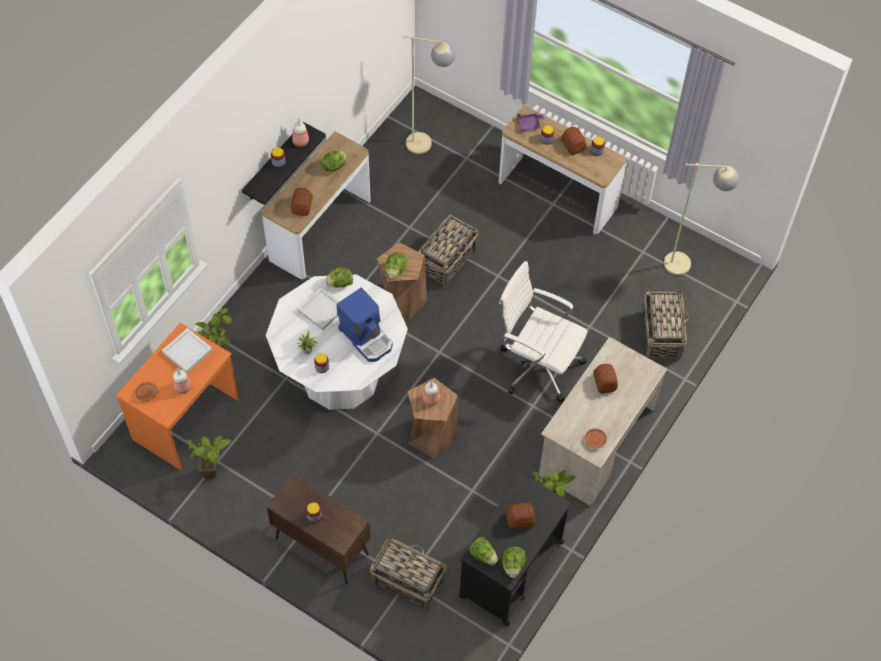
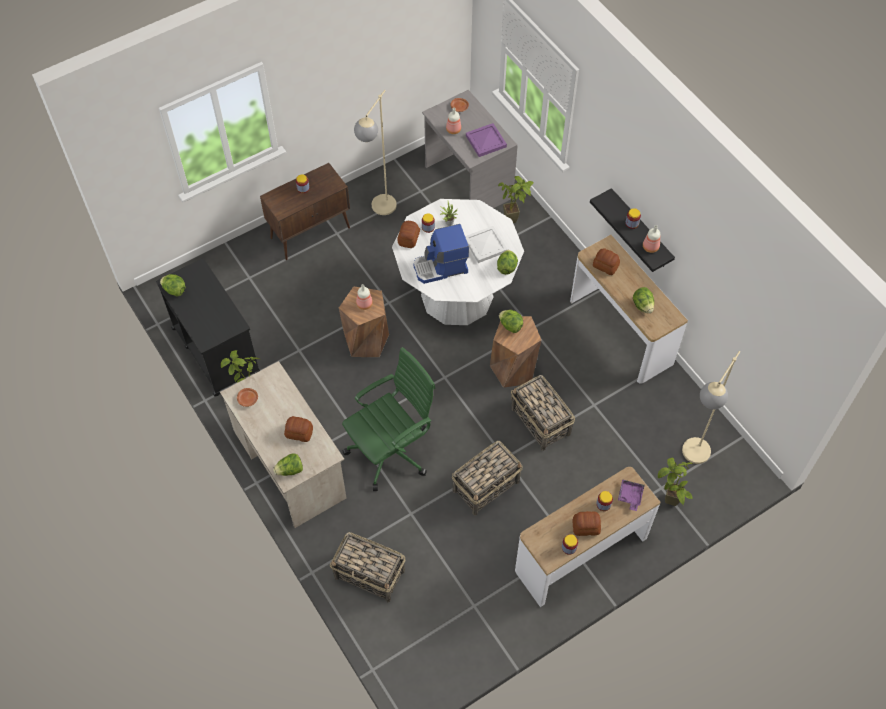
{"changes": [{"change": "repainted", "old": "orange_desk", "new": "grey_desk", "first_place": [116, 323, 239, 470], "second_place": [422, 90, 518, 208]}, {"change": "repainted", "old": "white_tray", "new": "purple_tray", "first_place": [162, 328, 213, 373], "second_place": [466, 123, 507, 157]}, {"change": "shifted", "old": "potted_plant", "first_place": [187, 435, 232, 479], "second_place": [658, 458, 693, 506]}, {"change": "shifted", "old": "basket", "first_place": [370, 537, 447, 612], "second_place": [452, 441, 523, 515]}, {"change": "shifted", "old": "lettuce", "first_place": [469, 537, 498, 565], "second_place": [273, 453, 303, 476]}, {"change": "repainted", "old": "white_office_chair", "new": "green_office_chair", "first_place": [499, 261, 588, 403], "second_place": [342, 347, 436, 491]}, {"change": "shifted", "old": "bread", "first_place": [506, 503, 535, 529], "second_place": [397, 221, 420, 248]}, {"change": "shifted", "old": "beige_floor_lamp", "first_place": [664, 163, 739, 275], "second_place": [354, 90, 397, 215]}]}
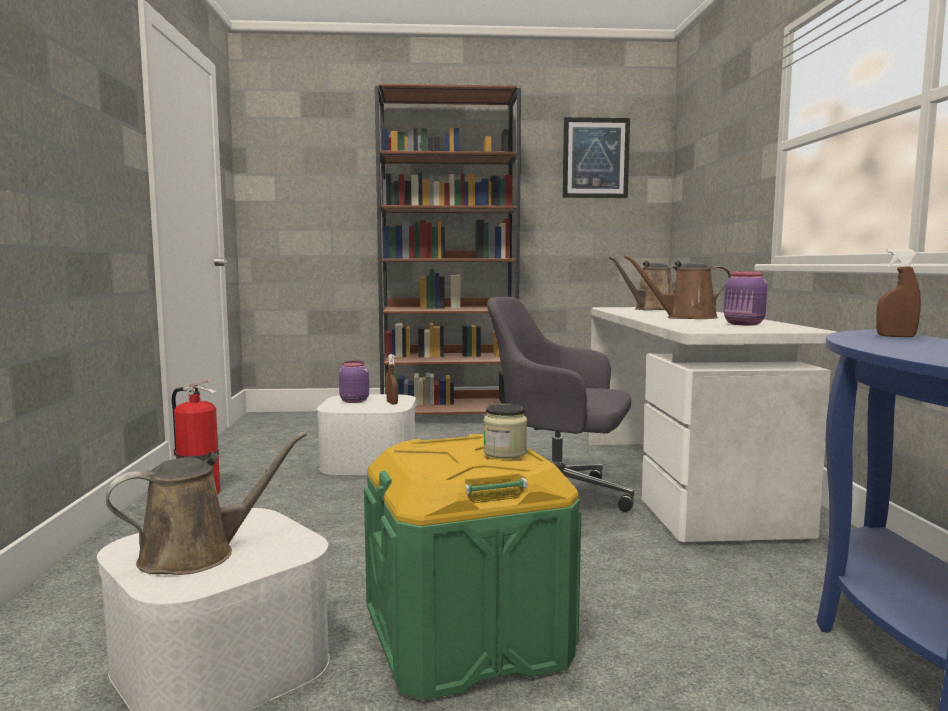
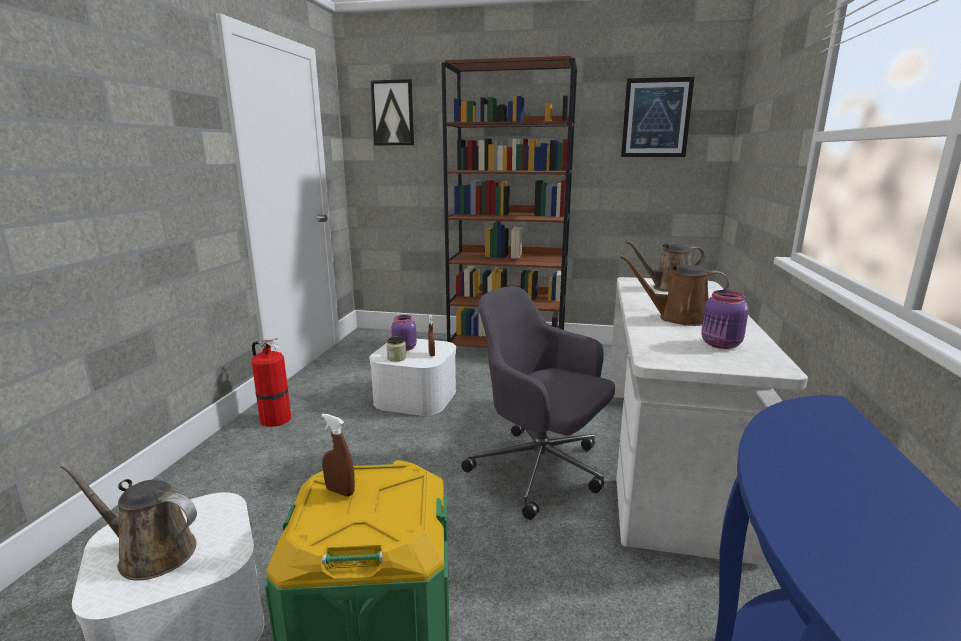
{"changes": [{"change": "rotated", "old": "brown_watering_can", "first_place": [106, 432, 307, 575], "second_place": [60, 463, 197, 581], "degrees": -150}, {"change": "shifted", "old": "jar", "first_place": [483, 404, 527, 459], "second_place": [386, 336, 407, 362]}, {"change": "shifted", "old": "brown_spray_bottle", "first_place": [876, 249, 921, 337], "second_place": [321, 414, 355, 497]}, {"change": "new", "new": "picture", "second_place": [370, 79, 414, 145]}]}
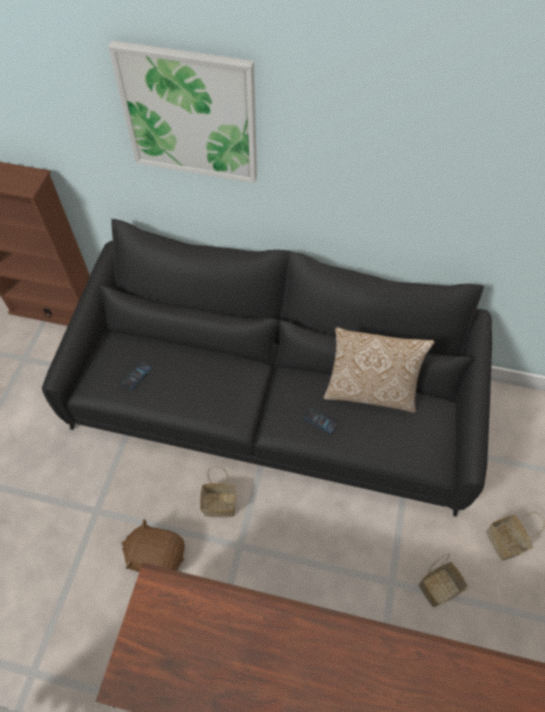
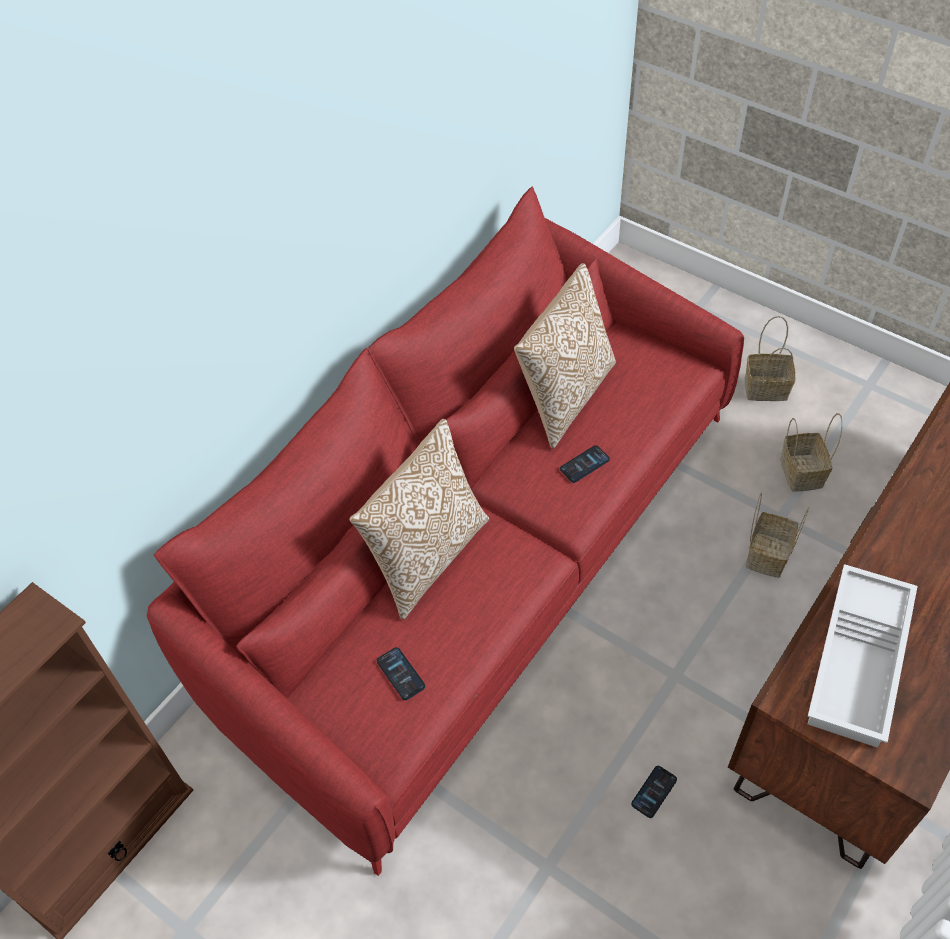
{"changes": [{"change": "repainted", "old": "black_sofa", "new": "red_sofa", "first_place": [42, 219, 492, 517], "second_place": [147, 186, 744, 876]}, {"change": "gone", "old": "picture", "first_place": [108, 41, 257, 183]}, {"change": "swapped", "old": "brown_plush_toy", "new": "phone", "first_place": [121, 519, 185, 572], "second_place": [631, 766, 677, 818]}, {"change": "shifted", "old": "basket", "first_place": [200, 466, 236, 517], "second_place": [746, 493, 809, 578]}, {"change": "new", "new": "pillow", "second_place": [349, 419, 489, 620]}, {"change": "new", "new": "white_tray", "second_place": [808, 564, 918, 748]}]}
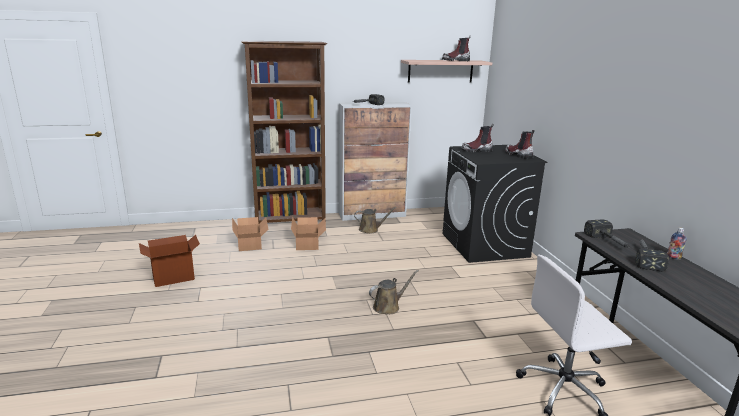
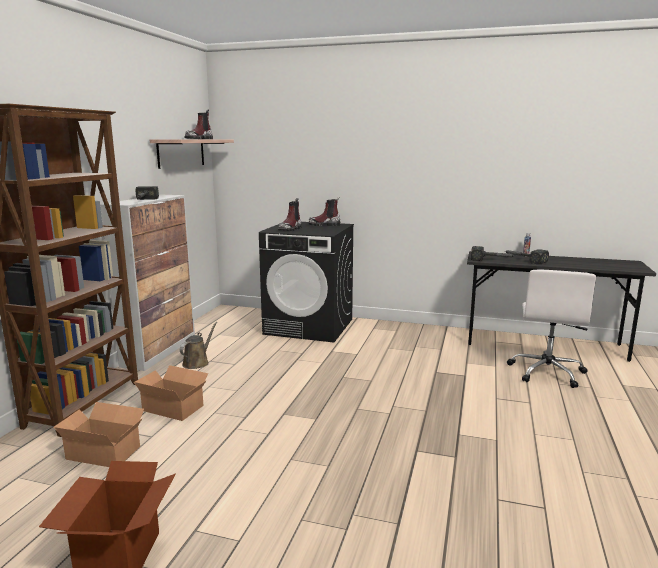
{"changes": [{"change": "gone", "old": "brown_watering_can", "first_place": [369, 270, 419, 314]}]}
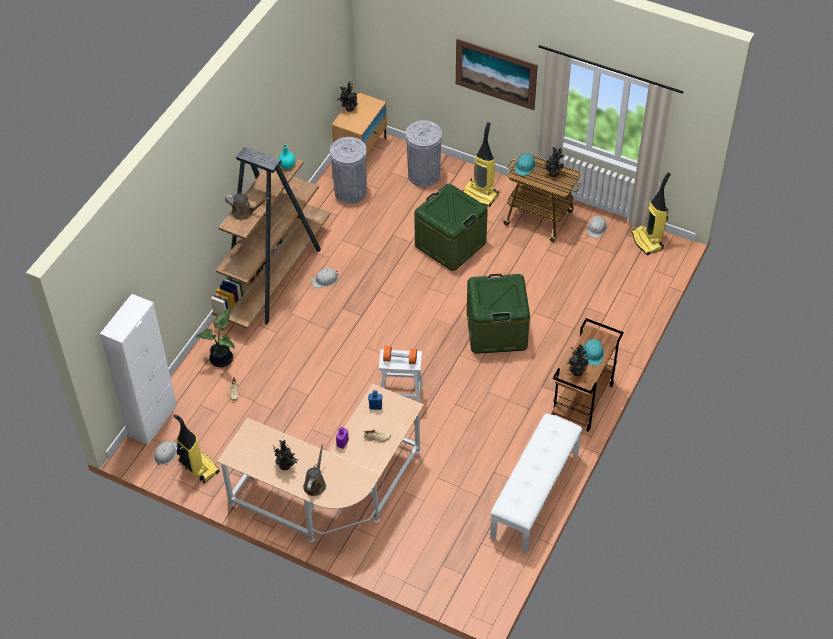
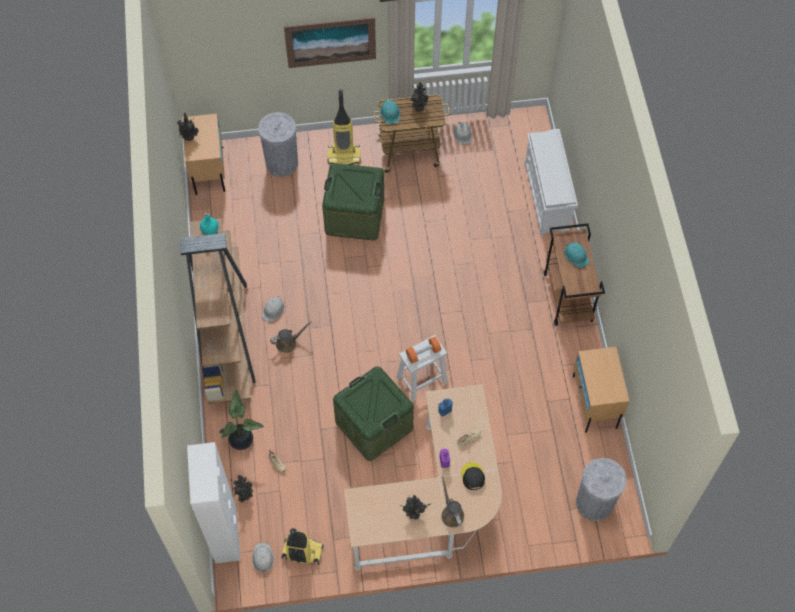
{"changes": [{"change": "shifted", "old": "brown_watering_can", "first_place": [225, 193, 269, 220], "second_place": [270, 322, 312, 353]}, {"change": "shifted", "old": "grey_trash_can", "first_place": [330, 137, 367, 204], "second_place": [576, 458, 626, 521]}, {"change": "shifted", "old": "green_storage_box", "first_place": [467, 274, 530, 354], "second_place": [333, 366, 414, 461]}, {"change": "swapped", "old": "white_bench", "new": "beige_nightstand", "first_place": [490, 413, 583, 553], "second_place": [573, 347, 629, 433]}, {"change": "shifted", "old": "potted_plant", "first_place": [567, 344, 589, 376], "second_place": [231, 475, 253, 502]}, {"change": "gone", "old": "vacuum_cleaner", "first_place": [631, 172, 671, 255]}, {"change": "new", "new": "black_cap", "second_place": [461, 462, 485, 490]}, {"change": "new", "new": "white_shoe_rack", "second_place": [525, 129, 578, 235]}]}
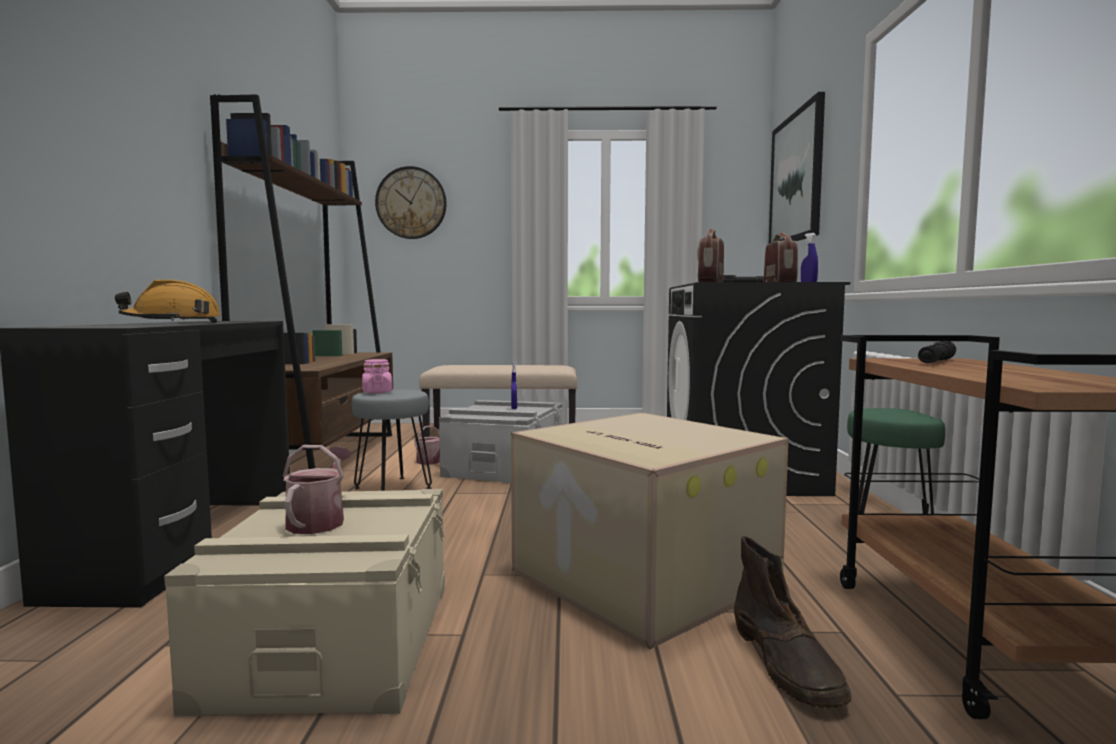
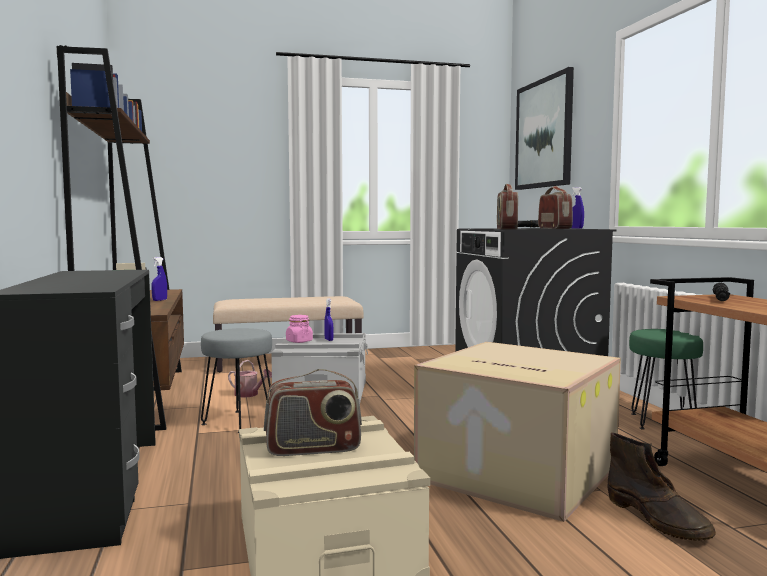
{"changes": [{"change": "gone", "old": "orange_hard_hat", "first_place": [115, 280, 221, 323]}, {"change": "swapped", "old": "watering_can", "new": "radio", "first_place": [283, 445, 352, 534], "second_place": [264, 369, 362, 456]}, {"change": "shifted", "old": "pink_jar", "first_place": [362, 359, 392, 394], "second_place": [286, 315, 313, 343]}, {"change": "gone", "old": "wall_clock", "first_place": [375, 166, 447, 239]}, {"change": "new", "new": "blue_spray_bottle", "second_place": [152, 257, 167, 301]}]}
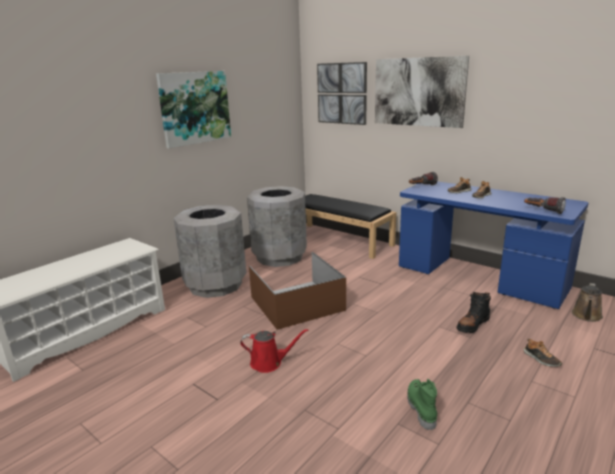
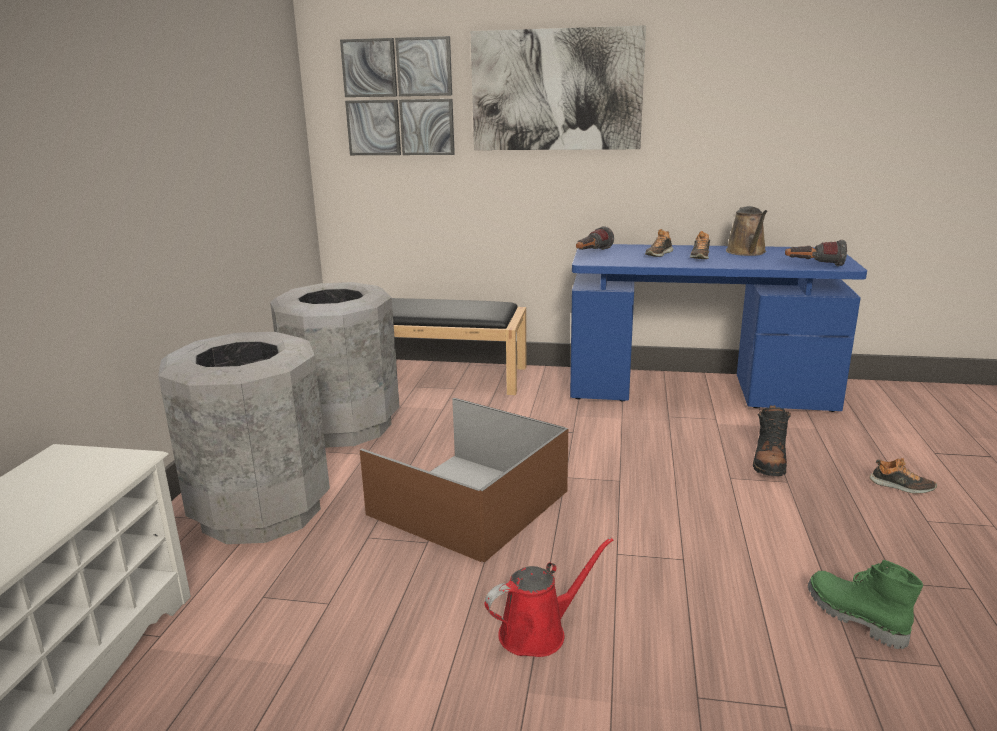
{"changes": [{"change": "gone", "old": "picture", "first_place": [156, 71, 231, 148]}, {"change": "shifted", "old": "brown_watering_can", "first_place": [572, 283, 603, 322], "second_place": [726, 206, 767, 256]}]}
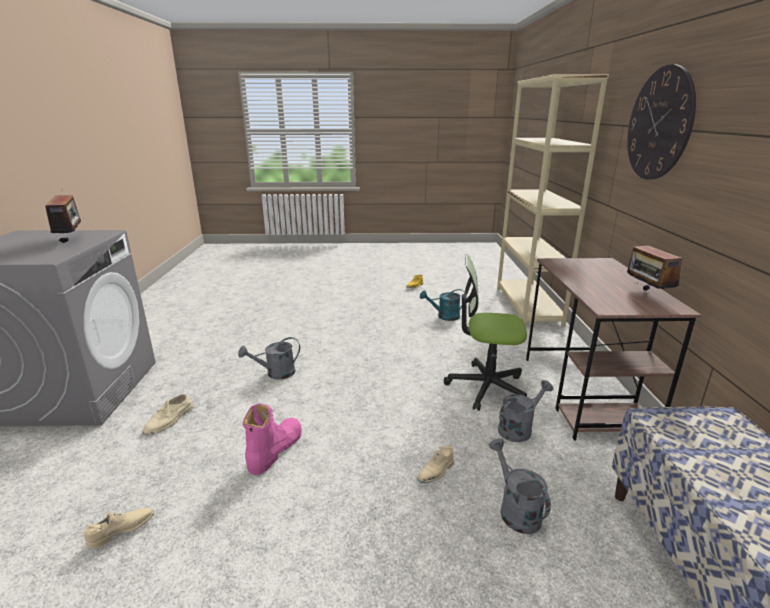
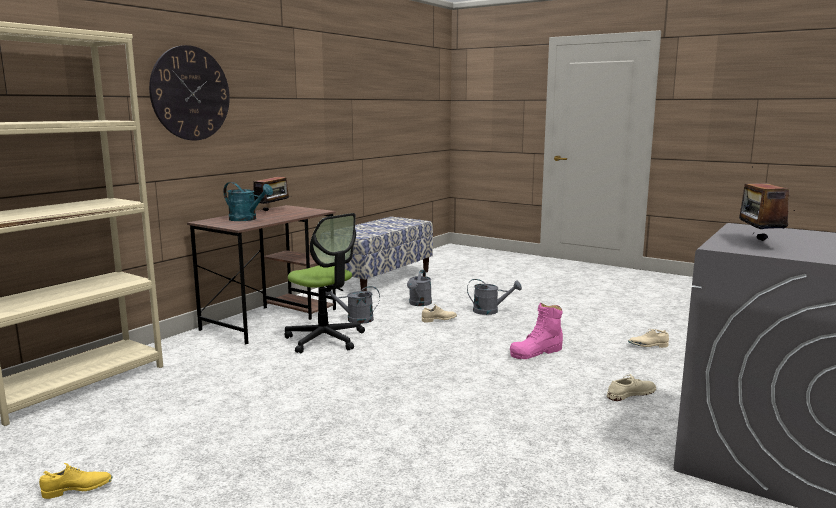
{"changes": [{"change": "shifted", "old": "grey_watering_can", "first_place": [238, 337, 300, 379], "second_place": [467, 279, 522, 315]}, {"change": "shifted", "old": "turquoise_watering_can", "first_place": [420, 289, 465, 321], "second_place": [224, 182, 273, 221]}]}
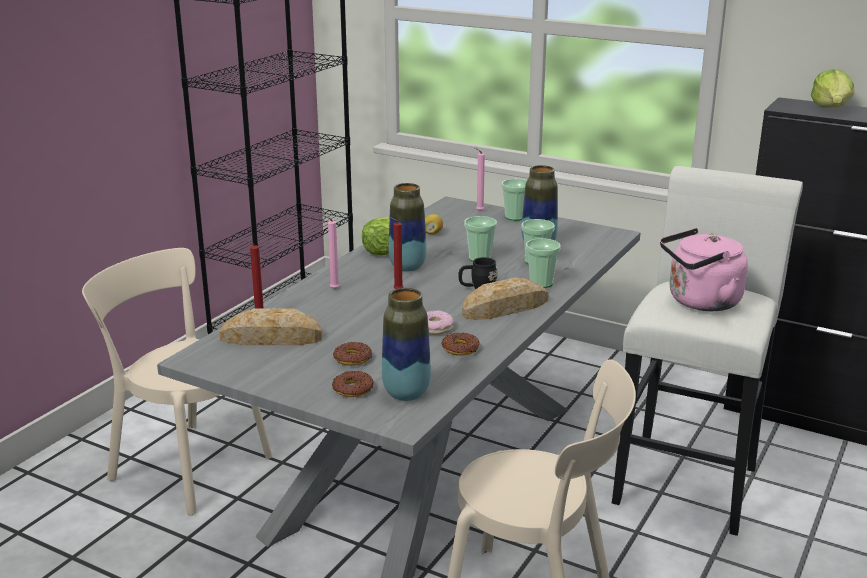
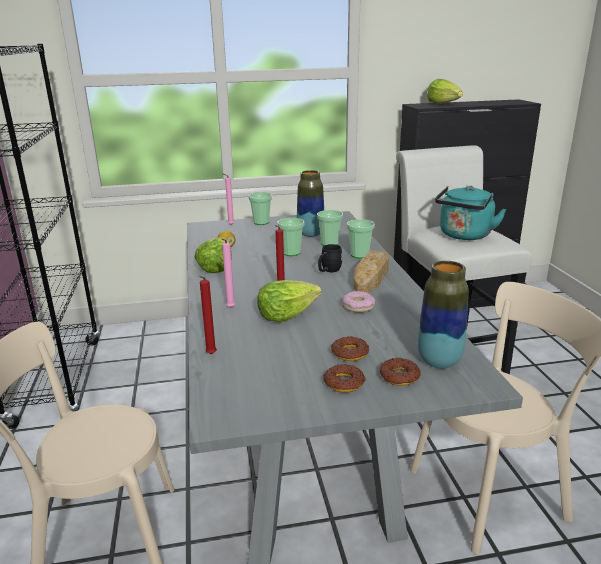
{"changes": [{"change": "gone", "old": "bread", "first_place": [219, 308, 323, 345]}, {"change": "gone", "old": "vase", "first_place": [389, 183, 426, 272]}, {"change": "shifted", "old": "donut", "first_place": [441, 333, 480, 356], "second_place": [324, 364, 366, 393]}, {"change": "repainted", "old": "pink_kettle", "new": "turquoise_kettle", "first_place": [660, 228, 748, 311], "second_place": [435, 185, 507, 240]}, {"change": "new", "new": "lettuce", "second_place": [257, 280, 322, 322]}]}
